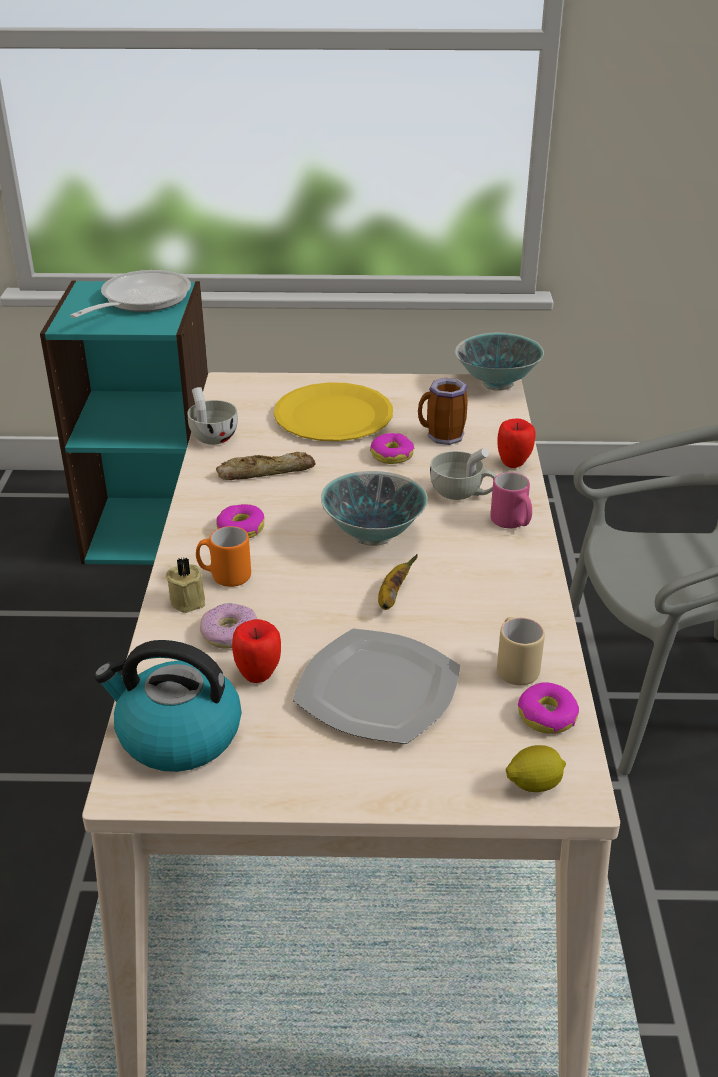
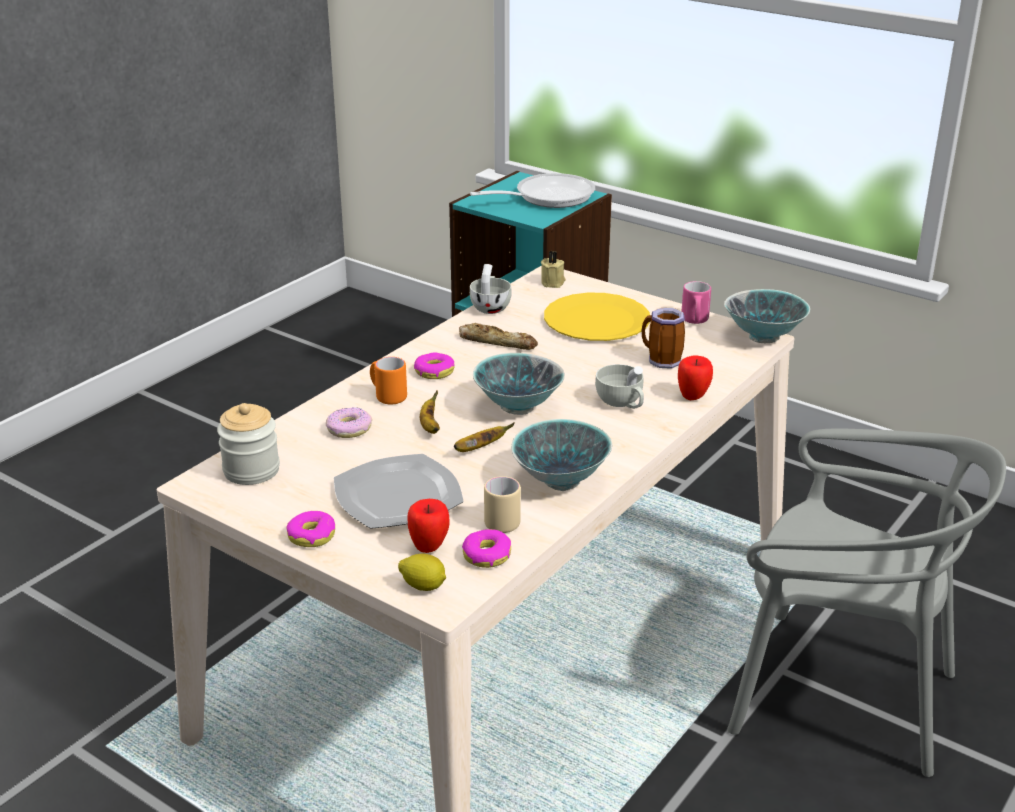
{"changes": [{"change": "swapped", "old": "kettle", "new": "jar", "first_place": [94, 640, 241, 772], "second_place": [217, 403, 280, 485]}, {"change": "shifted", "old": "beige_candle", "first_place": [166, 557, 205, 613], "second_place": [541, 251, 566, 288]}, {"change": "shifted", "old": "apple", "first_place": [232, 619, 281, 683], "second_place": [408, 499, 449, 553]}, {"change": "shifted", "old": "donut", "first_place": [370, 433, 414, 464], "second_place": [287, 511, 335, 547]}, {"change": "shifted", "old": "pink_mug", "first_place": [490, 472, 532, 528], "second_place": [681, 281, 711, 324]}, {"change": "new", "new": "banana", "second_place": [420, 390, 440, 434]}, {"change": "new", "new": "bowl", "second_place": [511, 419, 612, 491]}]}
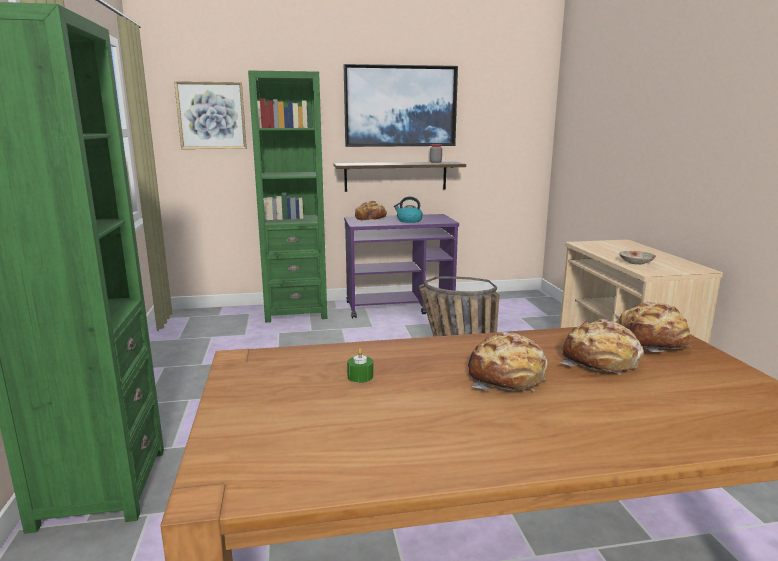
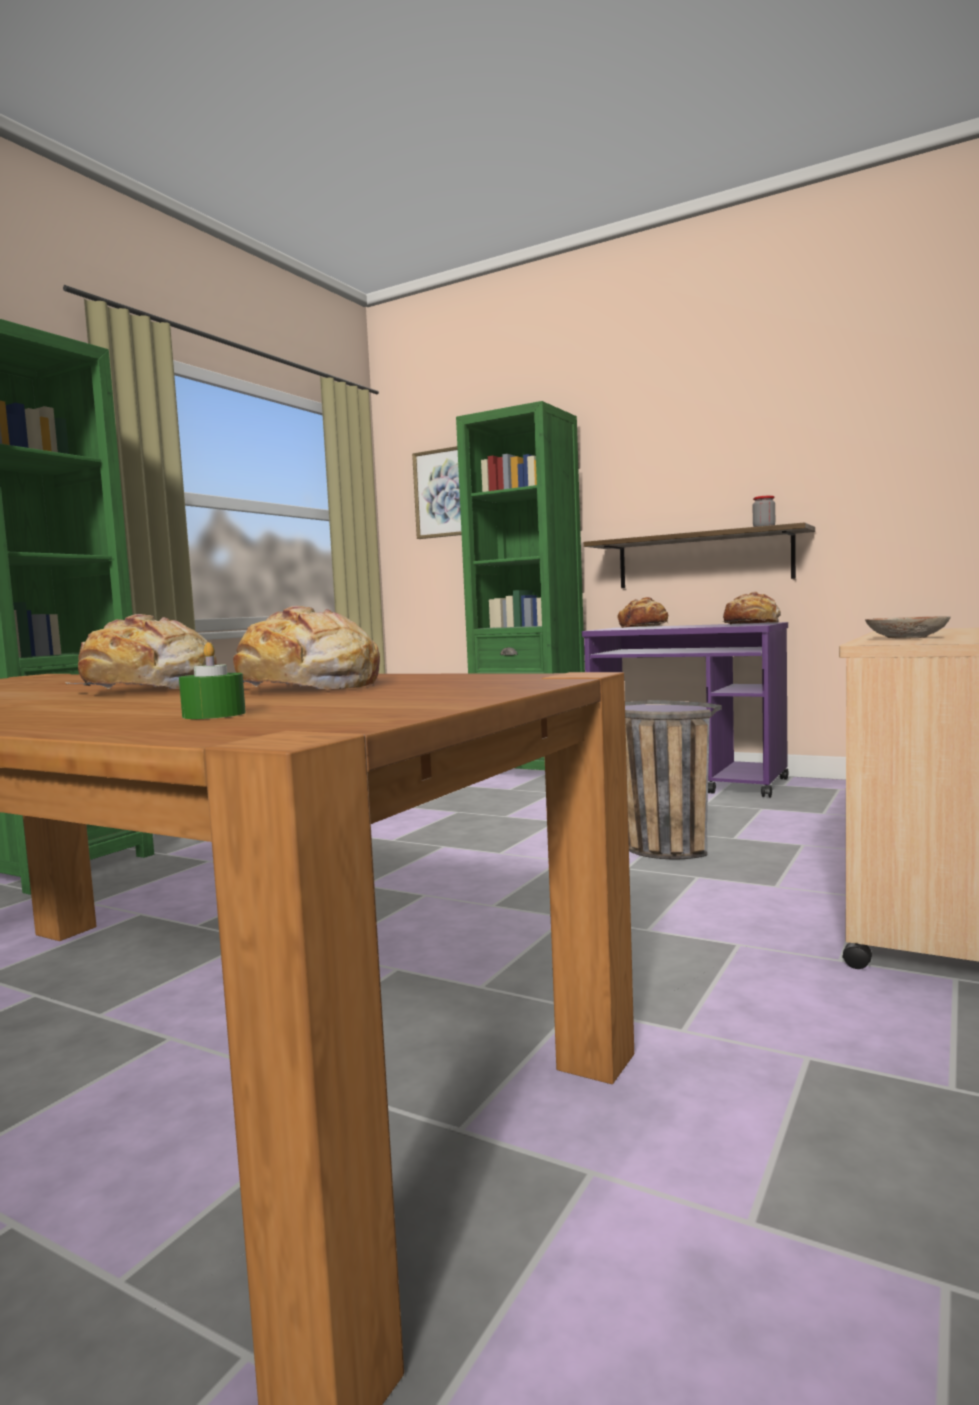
{"changes": [{"change": "gone", "old": "picture", "first_place": [344, 64, 458, 147]}, {"change": "shifted", "old": "green_candle", "first_place": [347, 348, 373, 383], "second_place": [179, 642, 246, 719]}, {"change": "gone", "old": "kettle", "first_place": [394, 196, 423, 223]}, {"change": "shifted", "old": "bread", "first_place": [619, 302, 692, 352], "second_place": [723, 592, 781, 625]}]}
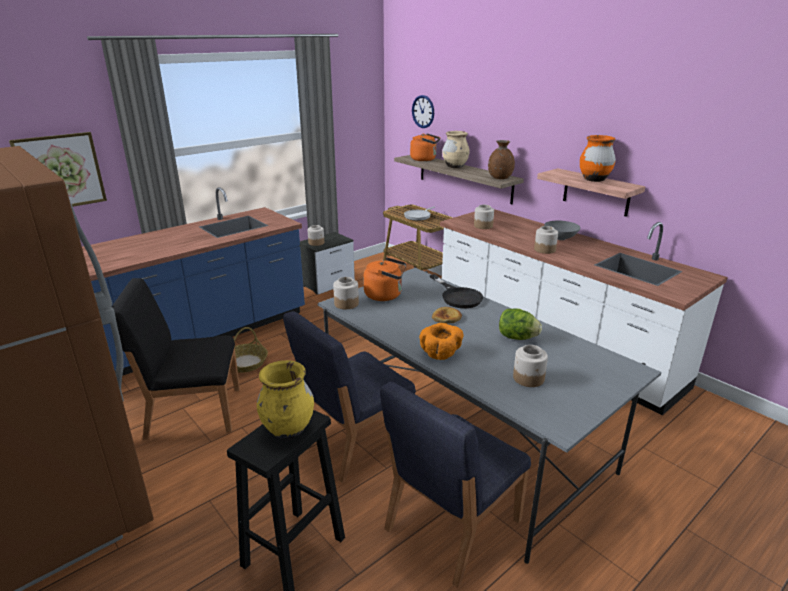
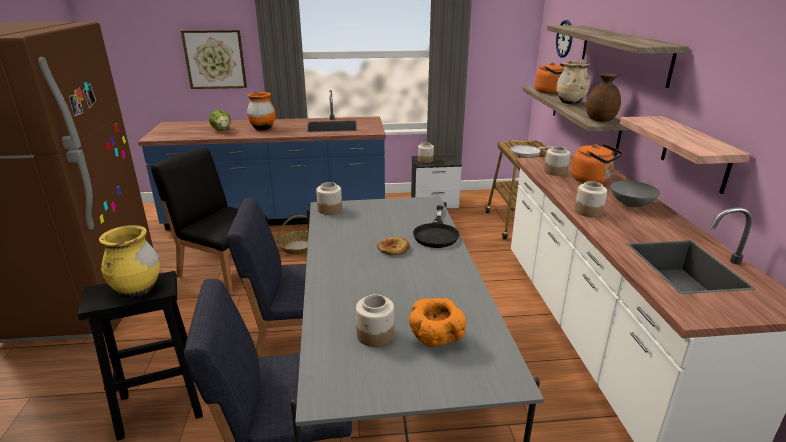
{"changes": [{"change": "shifted", "old": "orange_kettle", "first_place": [363, 257, 407, 301], "second_place": [571, 144, 623, 184]}, {"change": "shifted", "old": "orange_bowl", "first_place": [419, 323, 464, 360], "second_place": [409, 298, 466, 347]}, {"change": "shifted", "old": "lettuce", "first_place": [499, 308, 542, 340], "second_place": [209, 110, 231, 131]}, {"change": "shifted", "old": "orange_vase", "first_place": [580, 135, 616, 182], "second_place": [247, 92, 276, 130]}, {"change": "new", "new": "shelf", "second_place": [547, 25, 689, 88]}]}
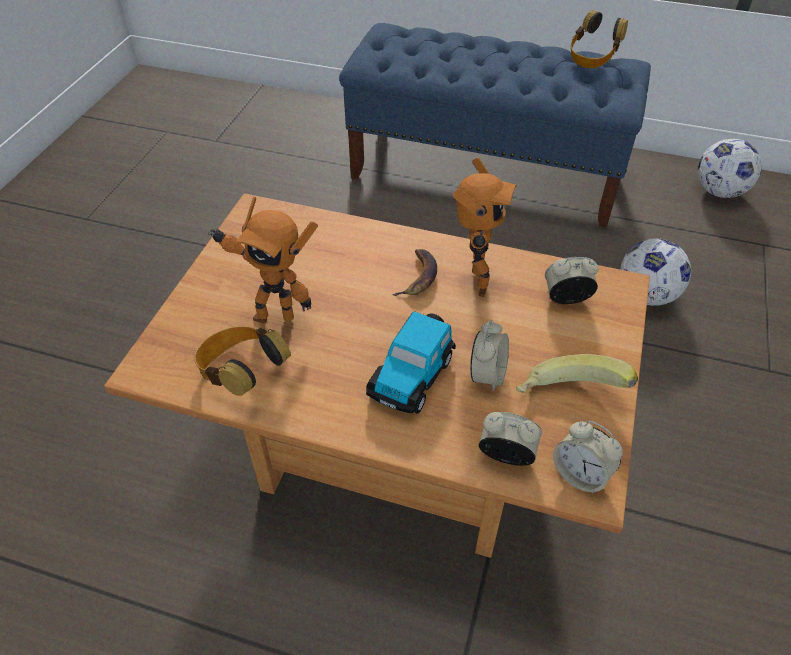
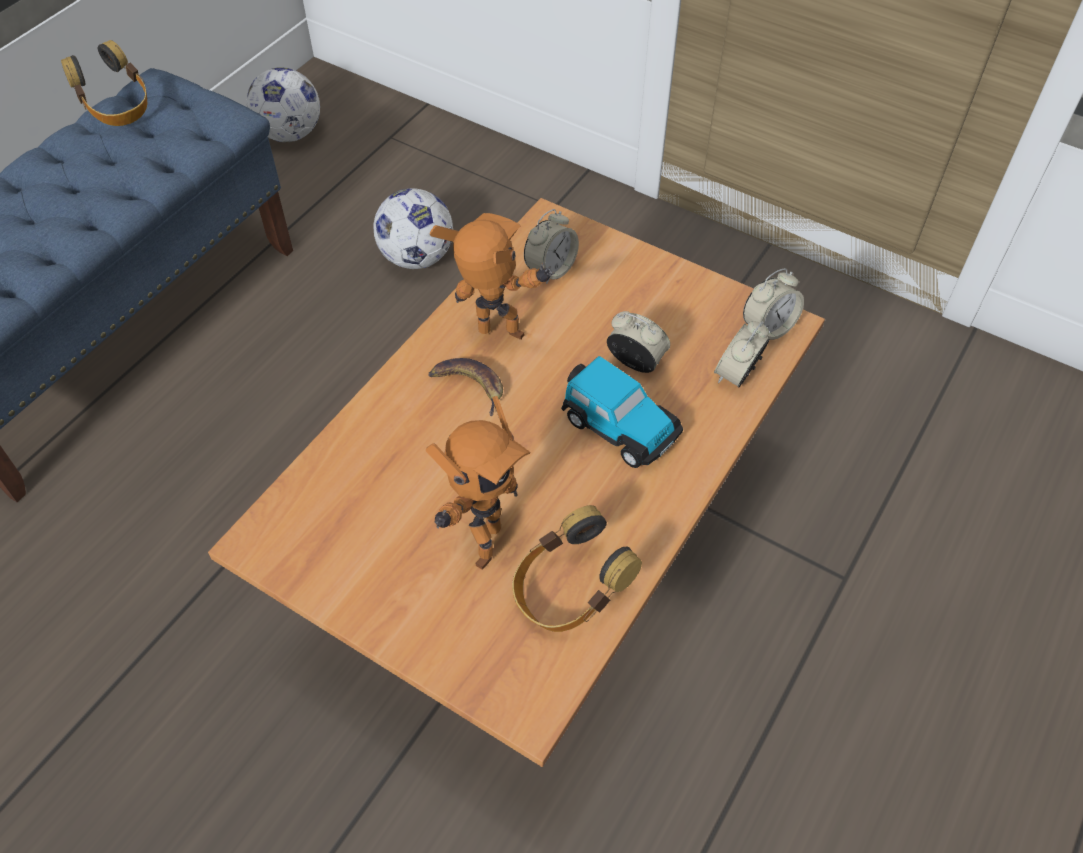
{"changes": [{"change": "gone", "old": "banana", "first_place": [516, 354, 638, 393]}, {"change": "rotated", "old": "alarm_clock", "first_place": [545, 257, 599, 304], "second_place": [524, 209, 579, 284], "degrees": -150}]}
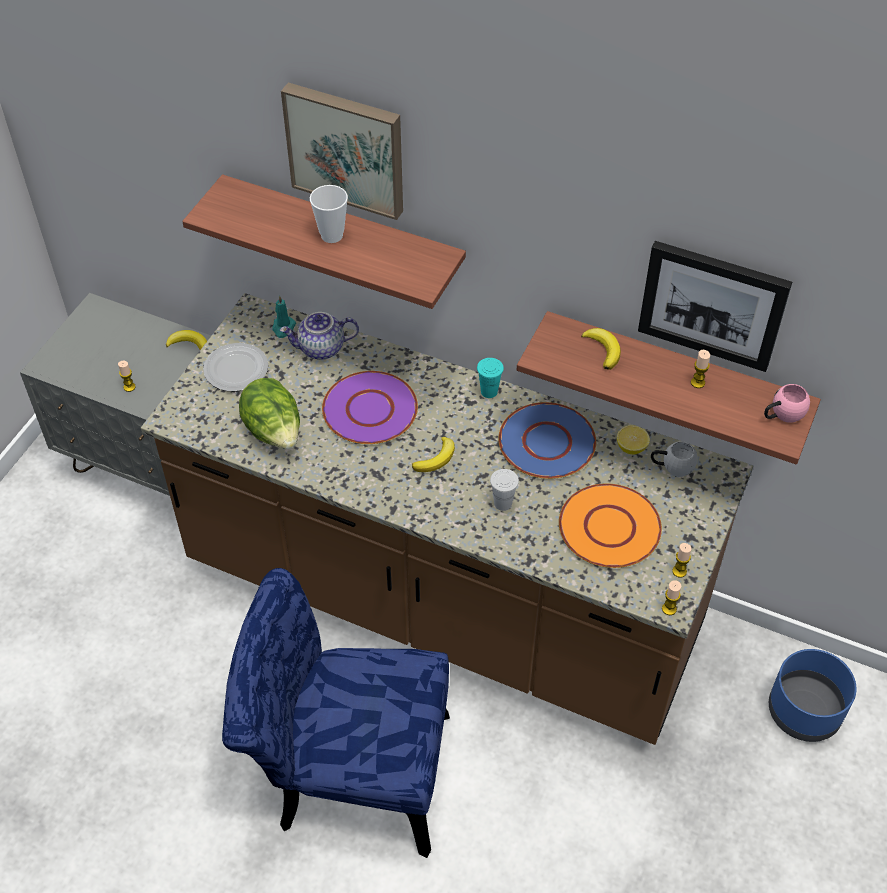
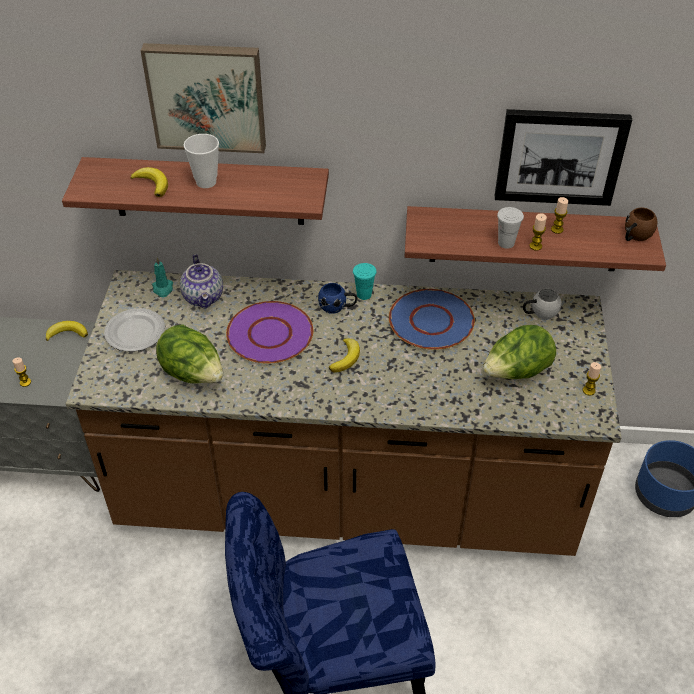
{"changes": [{"change": "rotated", "old": "teapot", "first_place": [280, 312, 359, 360], "second_place": [180, 254, 223, 309], "degrees": -75}, {"change": "shifted", "old": "white_cup", "first_place": [490, 469, 519, 511], "second_place": [497, 207, 524, 249]}, {"change": "swapped", "old": "orange_plate", "new": "lettuce", "first_place": [559, 483, 662, 568], "second_place": [483, 325, 556, 379]}, {"change": "shifted", "old": "banana", "first_place": [581, 328, 621, 370], "second_place": [131, 167, 168, 197]}, {"change": "gone", "old": "lemon", "first_place": [617, 425, 650, 455]}, {"change": "shifted", "old": "candle", "first_place": [662, 580, 681, 615], "second_place": [529, 213, 547, 251]}, {"change": "repainted", "old": "pink_mug", "new": "brown_mug", "first_place": [764, 384, 810, 423], "second_place": [625, 208, 658, 241]}, {"change": "new", "new": "blue_mug", "second_place": [318, 283, 358, 314]}]}
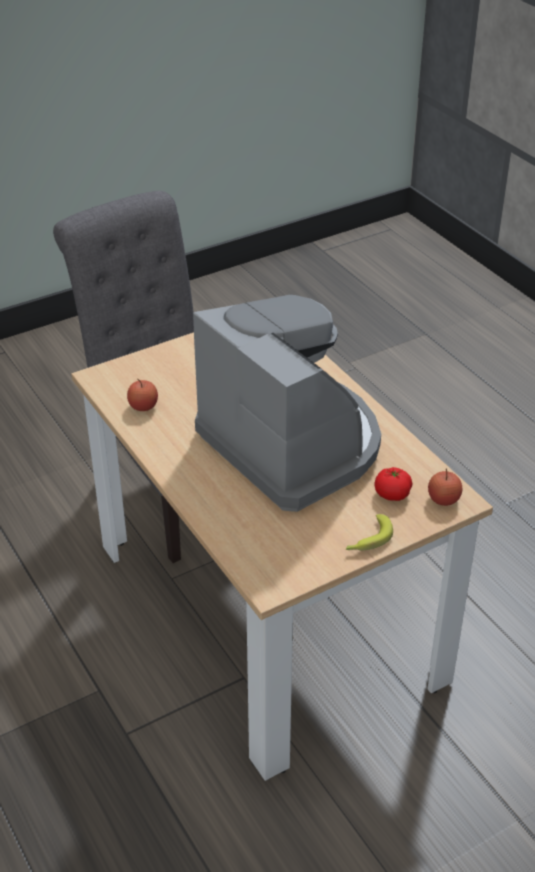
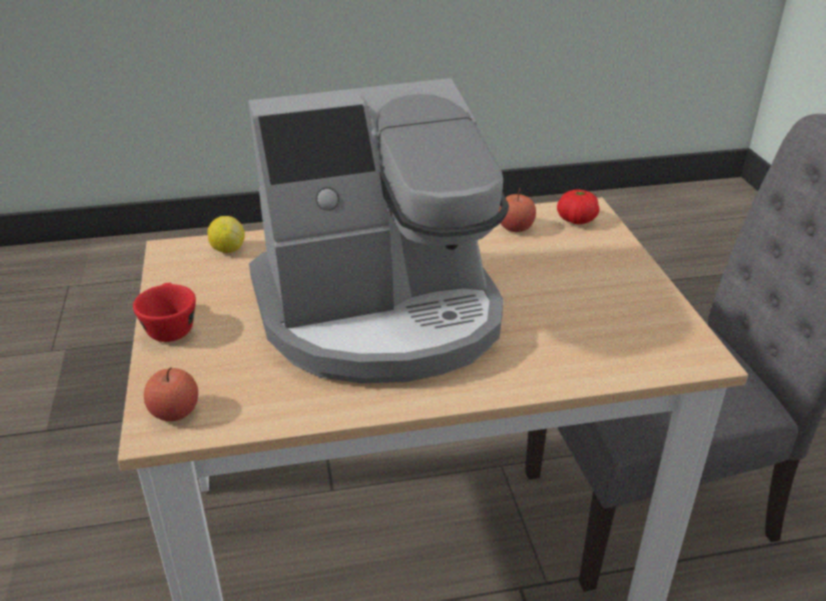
{"changes": [{"change": "swapped", "old": "banana", "new": "red_cup", "first_place": [346, 514, 393, 550], "second_place": [133, 283, 196, 342]}, {"change": "shifted", "old": "tomato", "first_place": [374, 467, 412, 501], "second_place": [557, 189, 599, 224]}, {"change": "new", "new": "lemon", "second_place": [207, 216, 245, 253]}]}
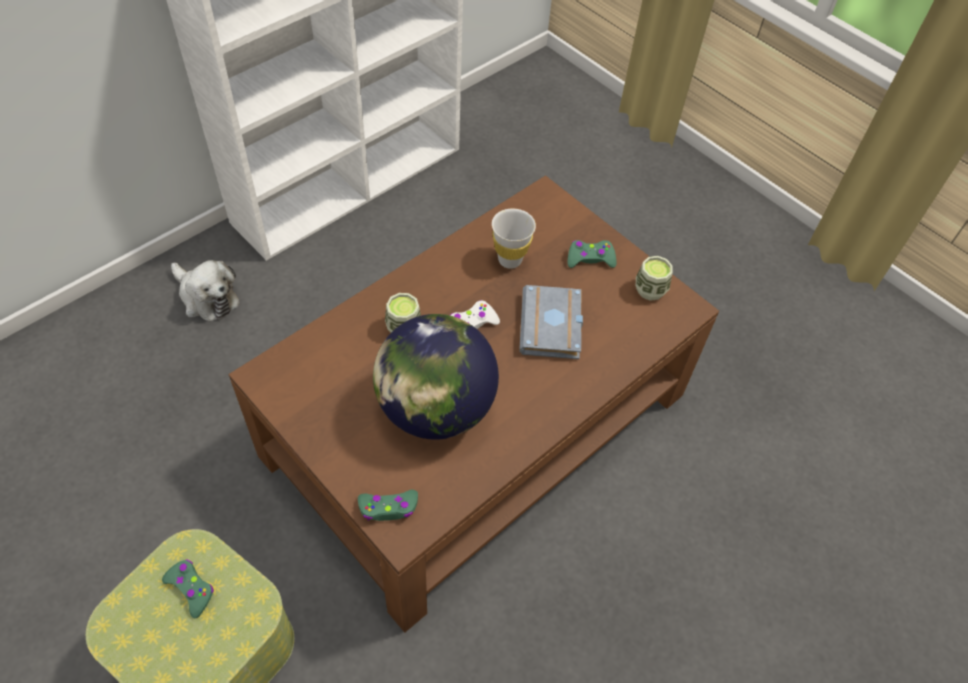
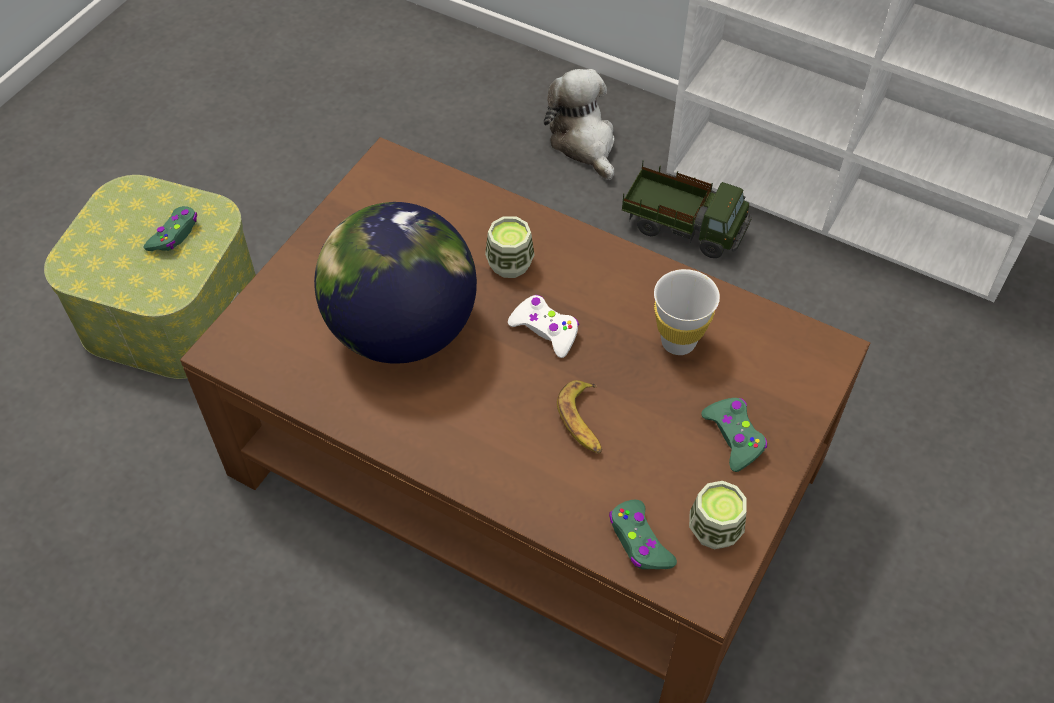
{"changes": [{"change": "rotated", "old": "plush_toy", "first_place": [171, 260, 240, 321], "second_place": [544, 69, 615, 180], "degrees": 135}, {"change": "shifted", "old": "green_game_controller", "first_place": [358, 490, 418, 521], "second_place": [609, 500, 677, 569]}, {"change": "swapped", "old": "grey_book", "new": "banana", "first_place": [519, 285, 583, 359], "second_place": [557, 380, 602, 453]}, {"change": "new", "new": "toy_truck", "second_place": [622, 161, 752, 258]}]}
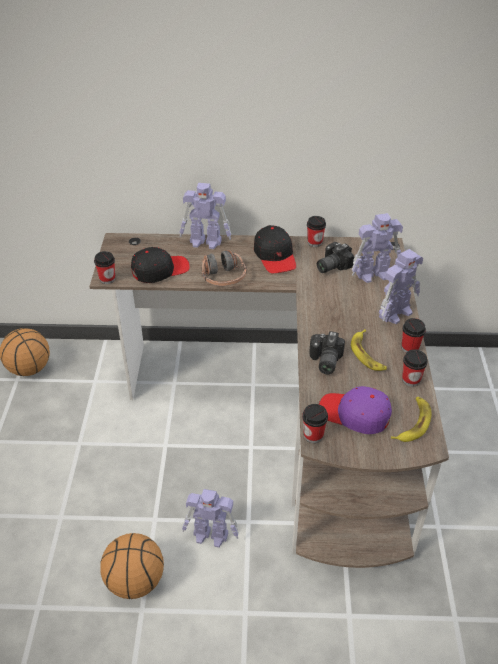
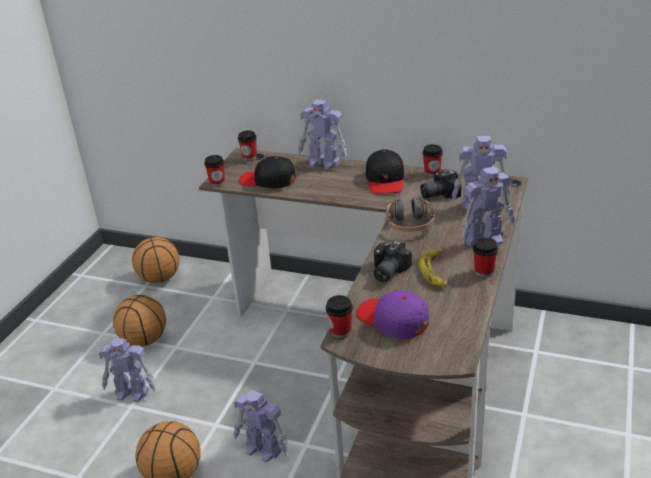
{"changes": [{"change": "rotated", "old": "black_cap", "first_place": [131, 247, 190, 283], "second_place": [239, 156, 296, 189], "degrees": -150}, {"change": "shifted", "old": "headphones", "first_place": [202, 249, 247, 286], "second_place": [385, 196, 436, 232]}, {"change": "gone", "old": "banana", "first_place": [391, 397, 431, 442]}, {"change": "shifted", "old": "cup", "first_place": [402, 349, 428, 387], "second_place": [238, 131, 257, 161]}, {"change": "new", "new": "toy_robot", "second_place": [99, 338, 156, 402]}, {"change": "new", "new": "basketball", "second_place": [113, 295, 166, 347]}]}
